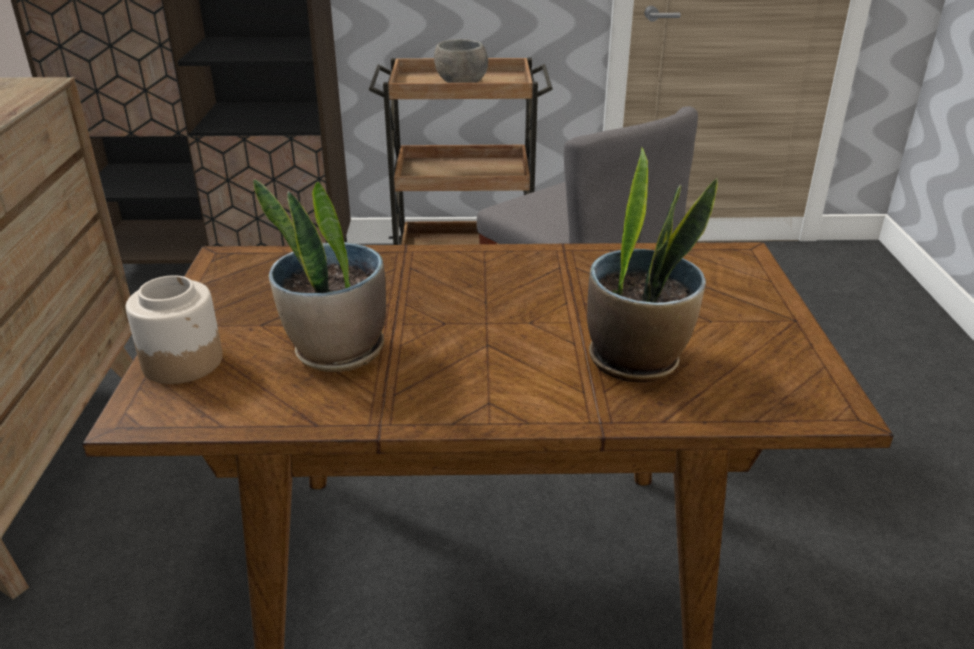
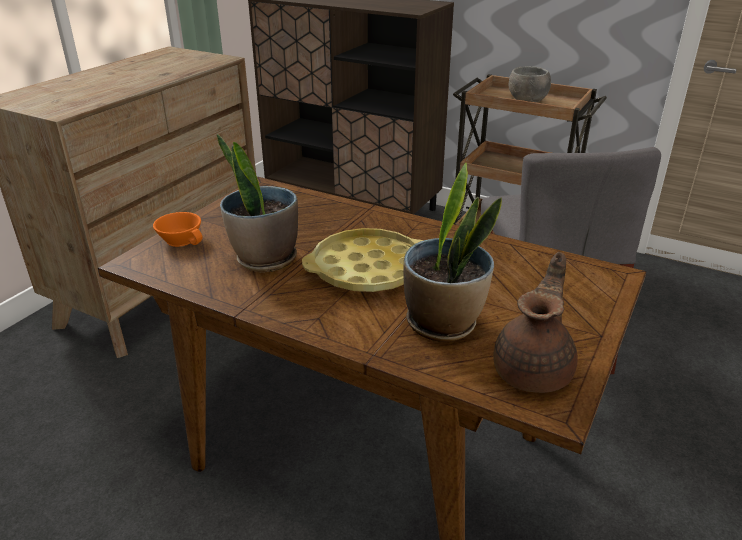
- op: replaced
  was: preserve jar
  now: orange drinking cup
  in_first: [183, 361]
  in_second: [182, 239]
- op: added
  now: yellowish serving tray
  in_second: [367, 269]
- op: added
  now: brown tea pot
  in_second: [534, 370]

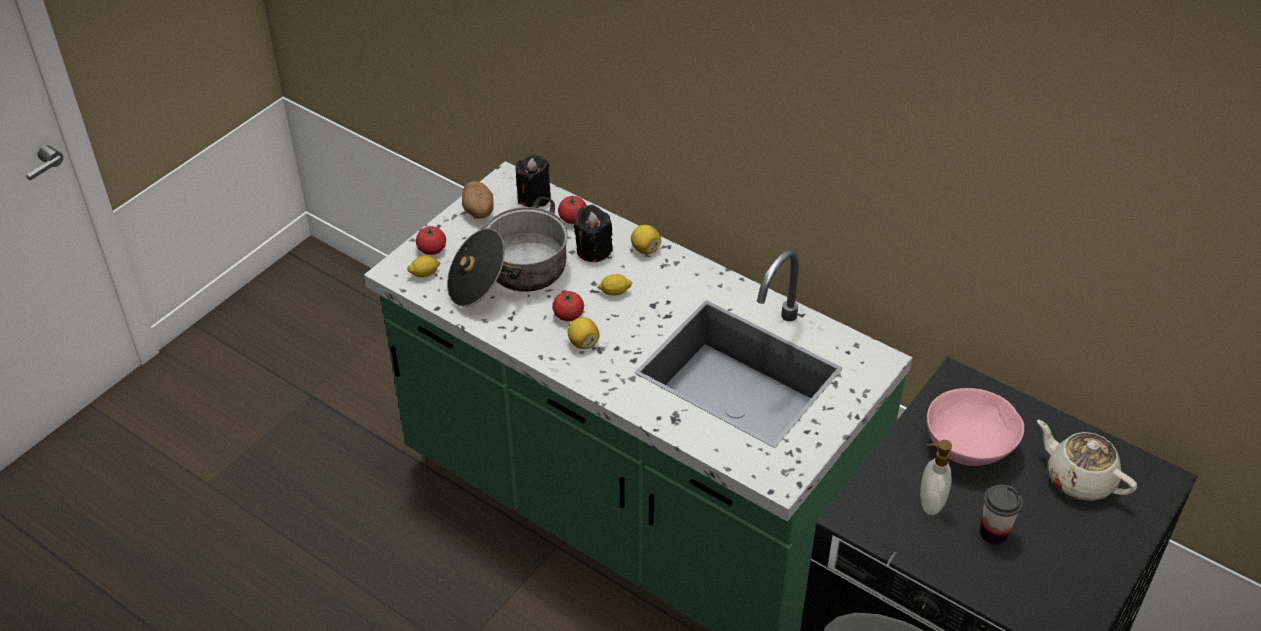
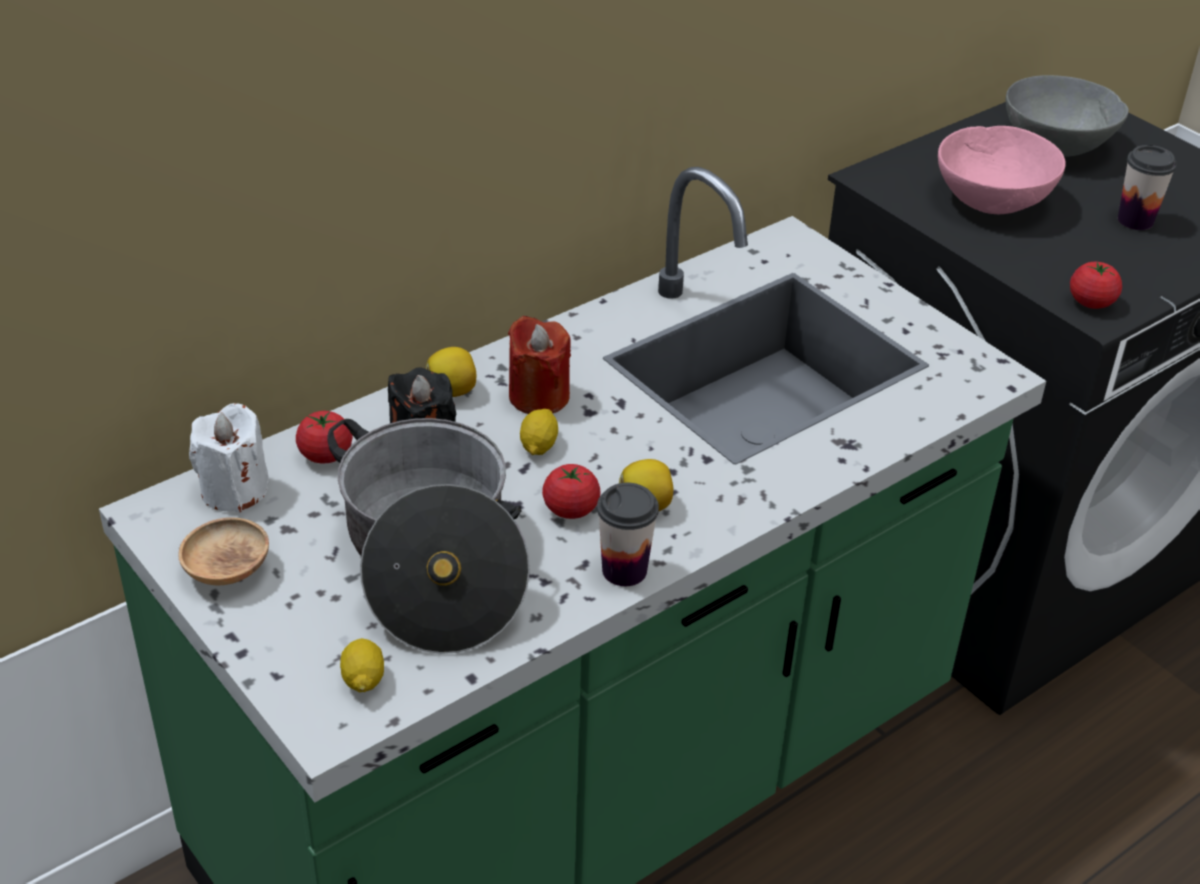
- op: replaced
  was: potato
  now: brown bowl
  in_first: [479, 212]
  in_second: [227, 570]
- op: recoloured
  was: blackish candle
  now: whitish candle
  in_first: [534, 197]
  in_second: [234, 490]
- op: added
  now: red candle
  in_second: [539, 396]
- op: added
  now: drinking cup
  in_second: [624, 570]
- op: replaced
  was: sand-coloured tea pot
  now: gray bowl
  in_first: [1079, 478]
  in_second: [1056, 145]
- op: moved
  was: whole tomato
  in_first: [432, 249]
  in_second: [1091, 302]
- op: removed
  was: liquid soap bottle
  in_first: [929, 502]

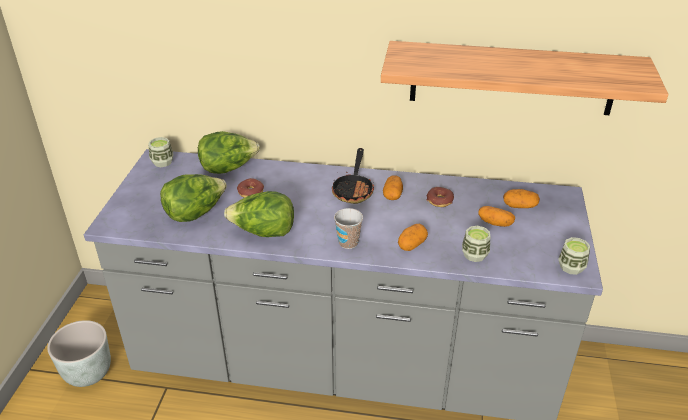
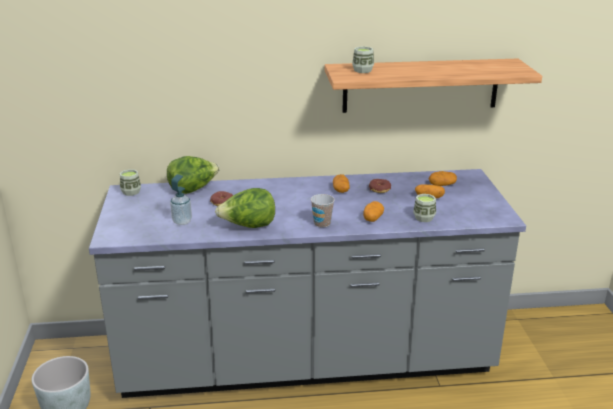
- op: replaced
  was: head of lettuce
  now: liquid soap bottle
  in_first: [195, 213]
  in_second: [182, 221]
- op: moved
  was: drinking cup
  in_first: [571, 267]
  in_second: [362, 70]
- op: removed
  was: frying pan
  in_first: [354, 189]

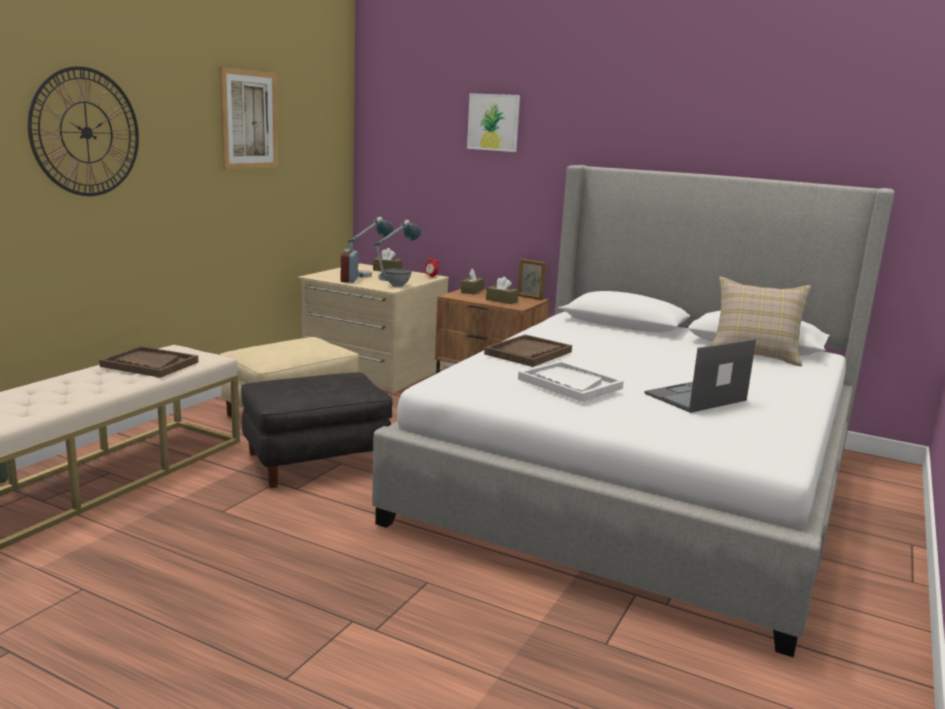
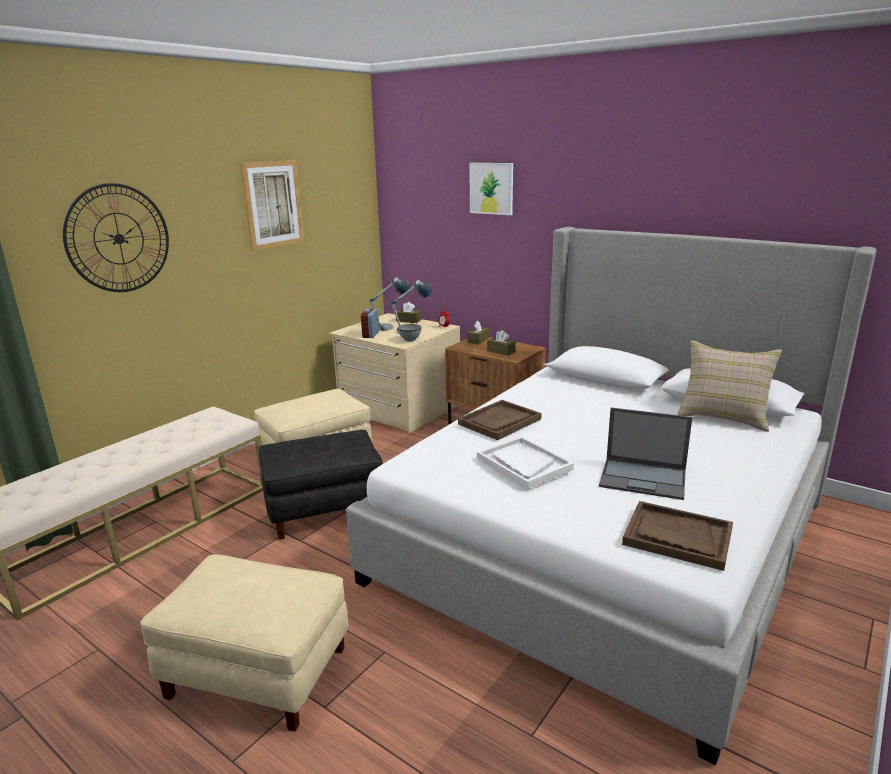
- op: added
  now: sand-coloured footrest
  in_second: [256, 673]
- op: turned
  was: portable computer
  in_first: [695, 397]
  in_second: [644, 479]
  clockwise: -135
- op: moved
  was: brown serving tray
  in_first: [149, 364]
  in_second: [677, 537]
- op: removed
  was: photo frame
  in_first: [530, 297]

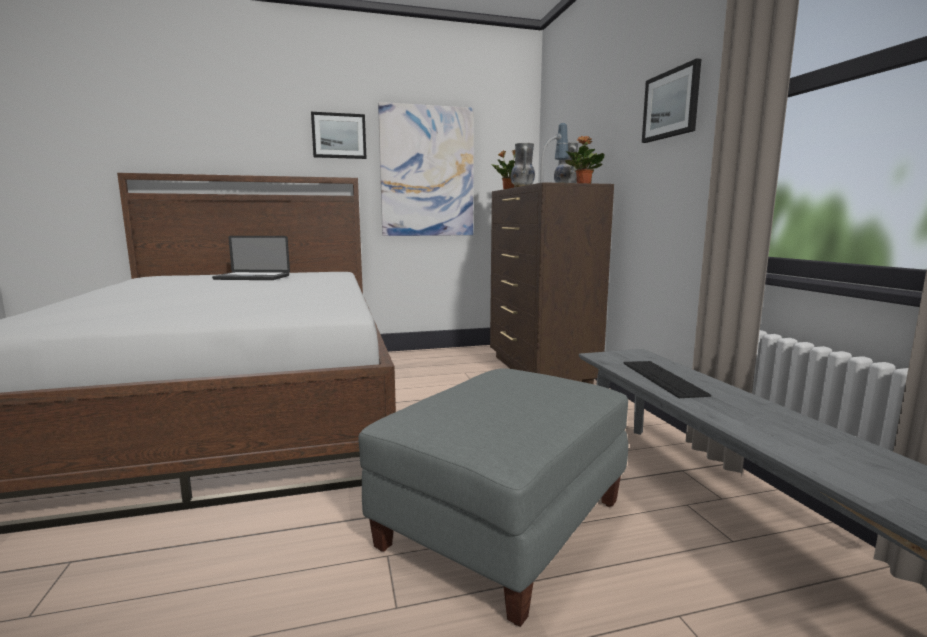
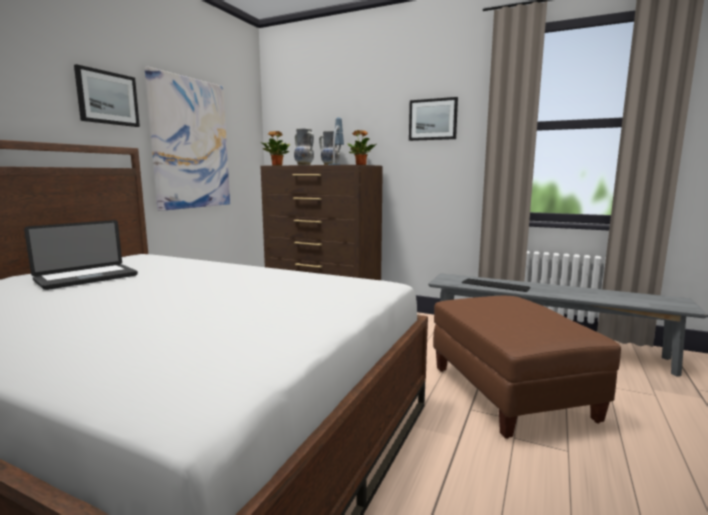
- op: recoloured
  was: gray footrest
  now: brown footrest
  in_first: [504, 525]
  in_second: [510, 393]

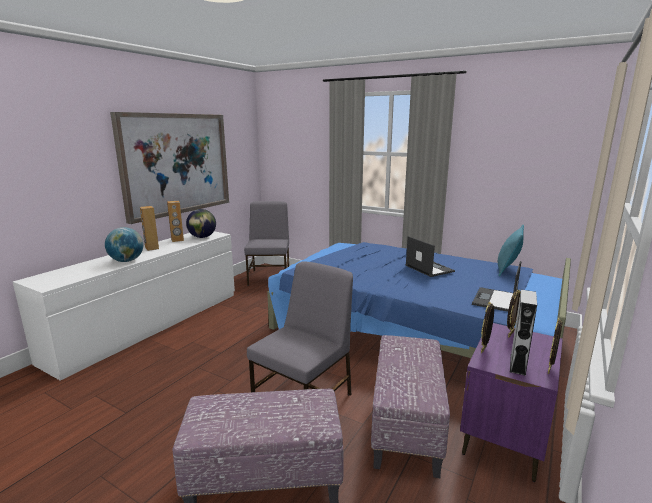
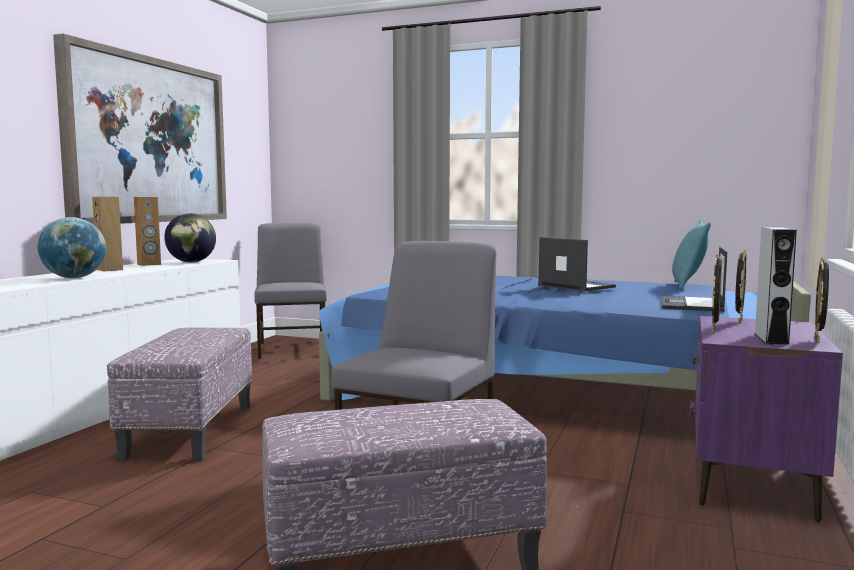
- op: moved
  was: footrest
  in_first: [407, 426]
  in_second: [191, 431]

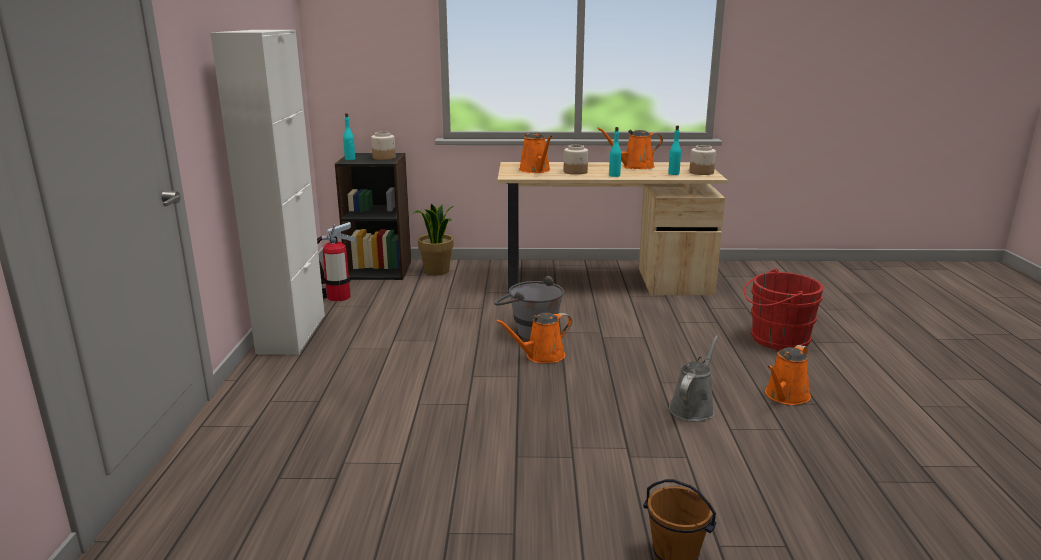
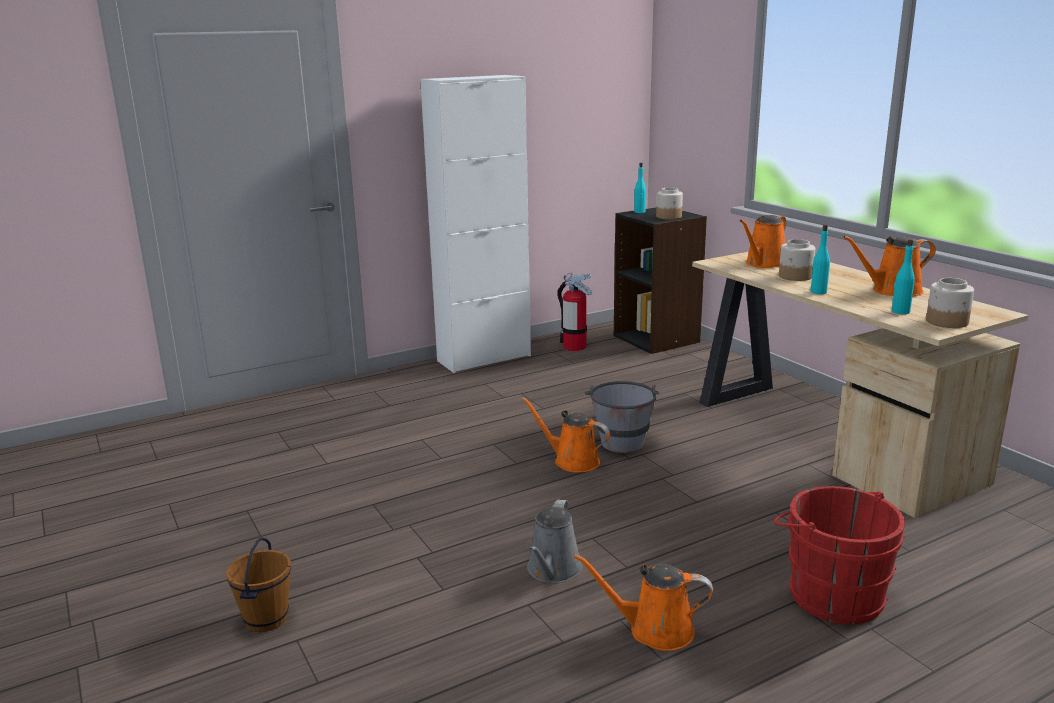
- op: turned
  was: gray sprinkling can
  in_first: [693, 408]
  in_second: [553, 571]
  clockwise: 105
- op: turned
  was: orange sprinkling can
  in_first: [635, 166]
  in_second: [892, 291]
  clockwise: -60
- op: removed
  was: houseplant
  in_first: [437, 271]

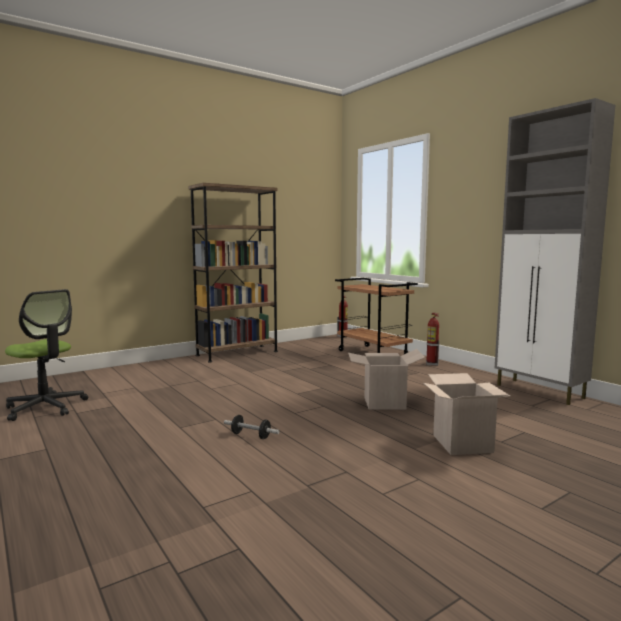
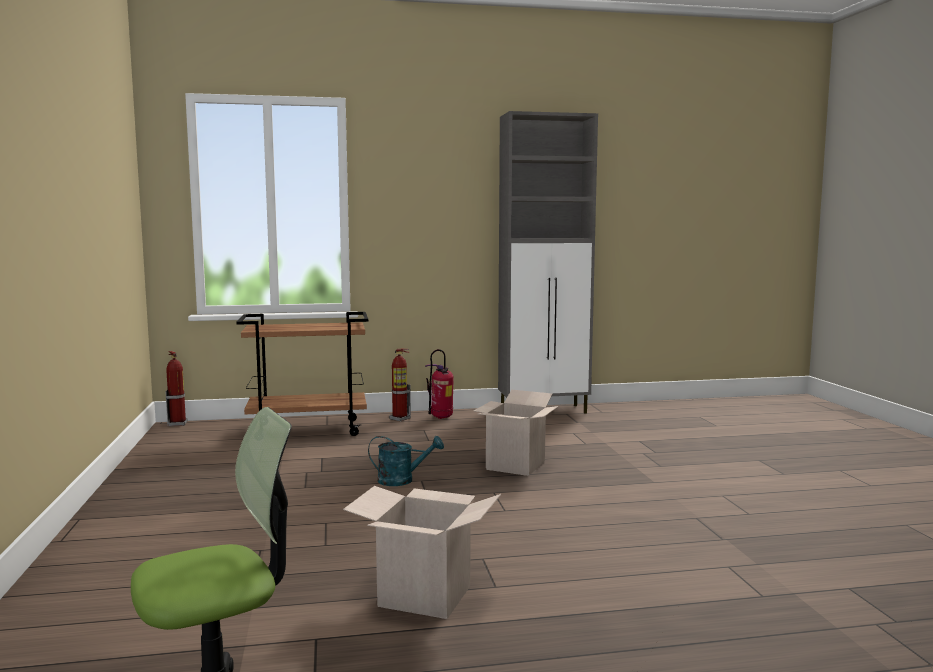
- op: moved
  was: cardboard box
  in_first: [462, 444]
  in_second: [424, 596]
- op: added
  now: turquoise sprinkling can
  in_second: [402, 480]
- op: added
  now: extinguisher
  in_second: [441, 418]
- op: removed
  was: brown bookshelf
  in_first: [237, 353]
- op: removed
  was: dumbbell
  in_first: [251, 435]

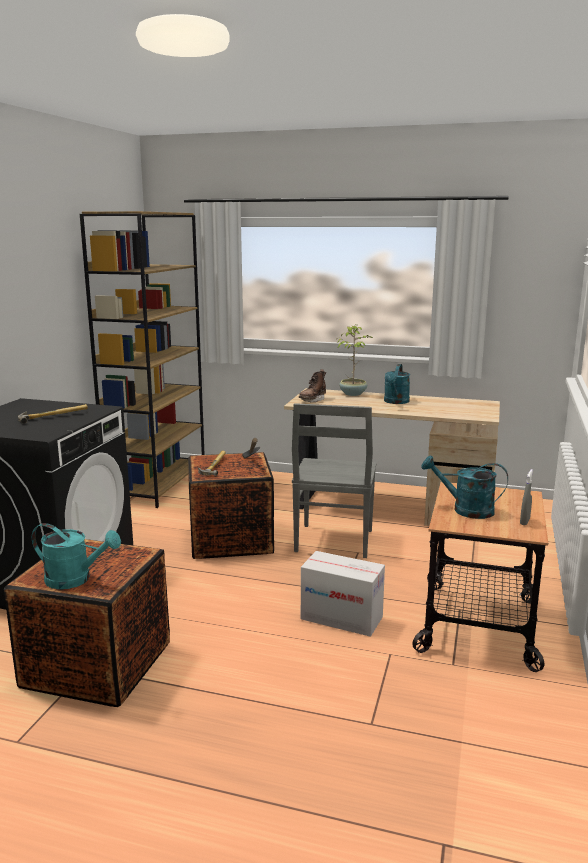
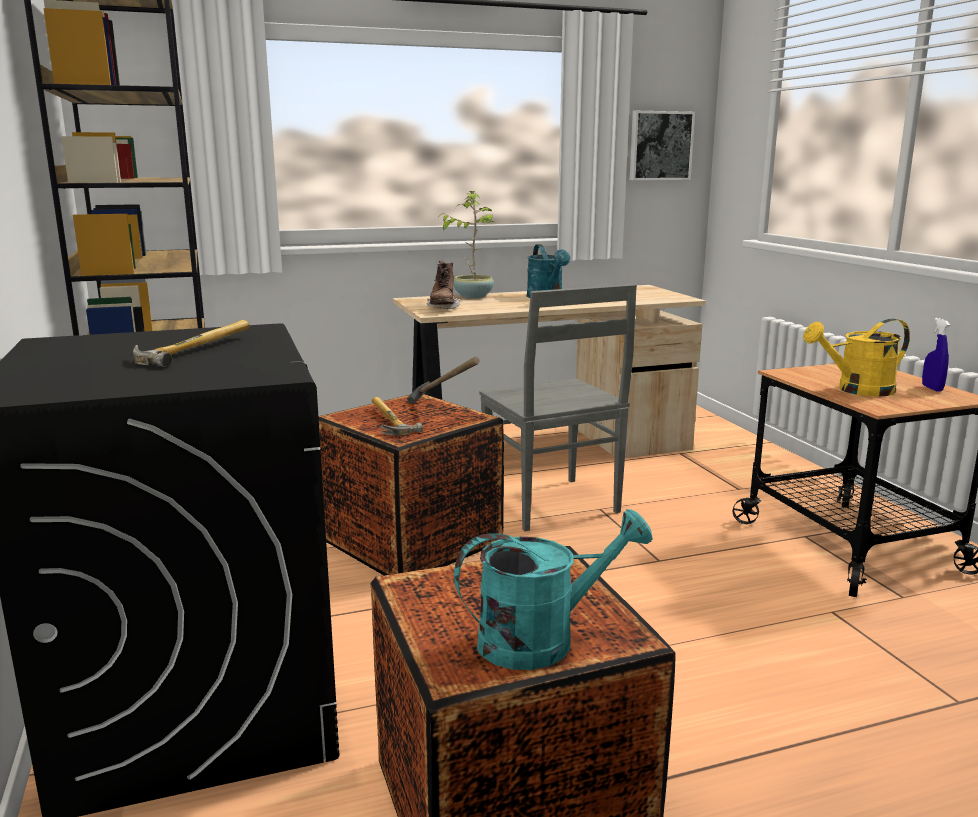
- op: added
  now: wall art
  in_second: [660, 146]
- op: recoloured
  was: turquoise sprinkling can
  now: yellowish sprinkling can
  in_first: [465, 510]
  in_second: [857, 390]
- op: recoloured
  was: gray hand sprayer
  now: bluish hand sprayer
  in_first: [524, 522]
  in_second: [932, 388]
- op: removed
  was: cardboard box
  in_first: [342, 618]

